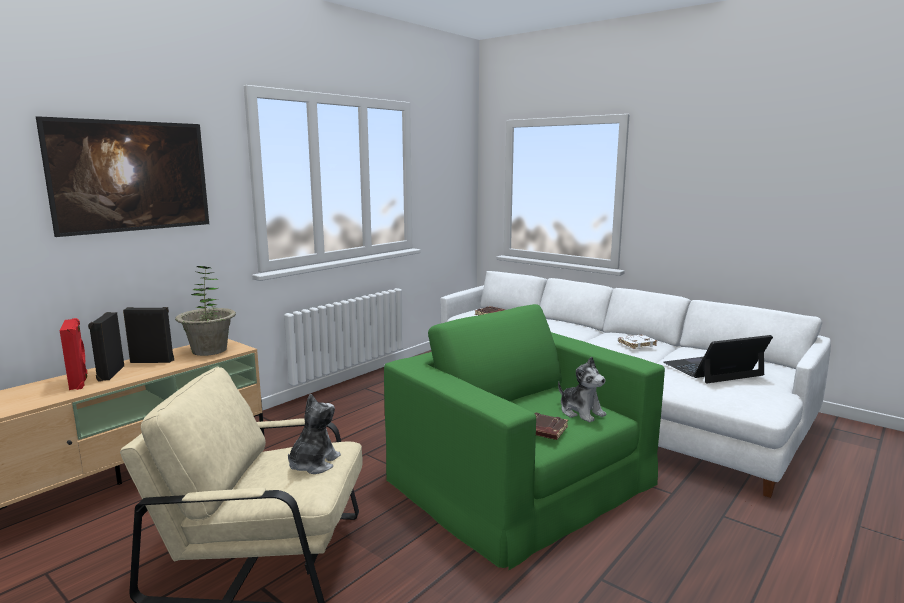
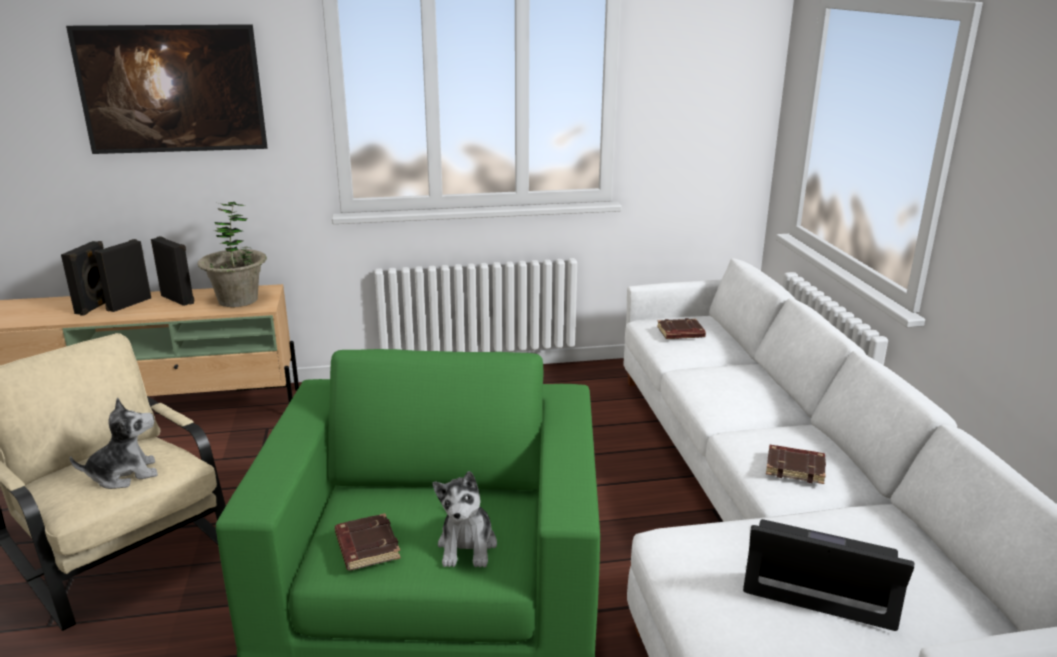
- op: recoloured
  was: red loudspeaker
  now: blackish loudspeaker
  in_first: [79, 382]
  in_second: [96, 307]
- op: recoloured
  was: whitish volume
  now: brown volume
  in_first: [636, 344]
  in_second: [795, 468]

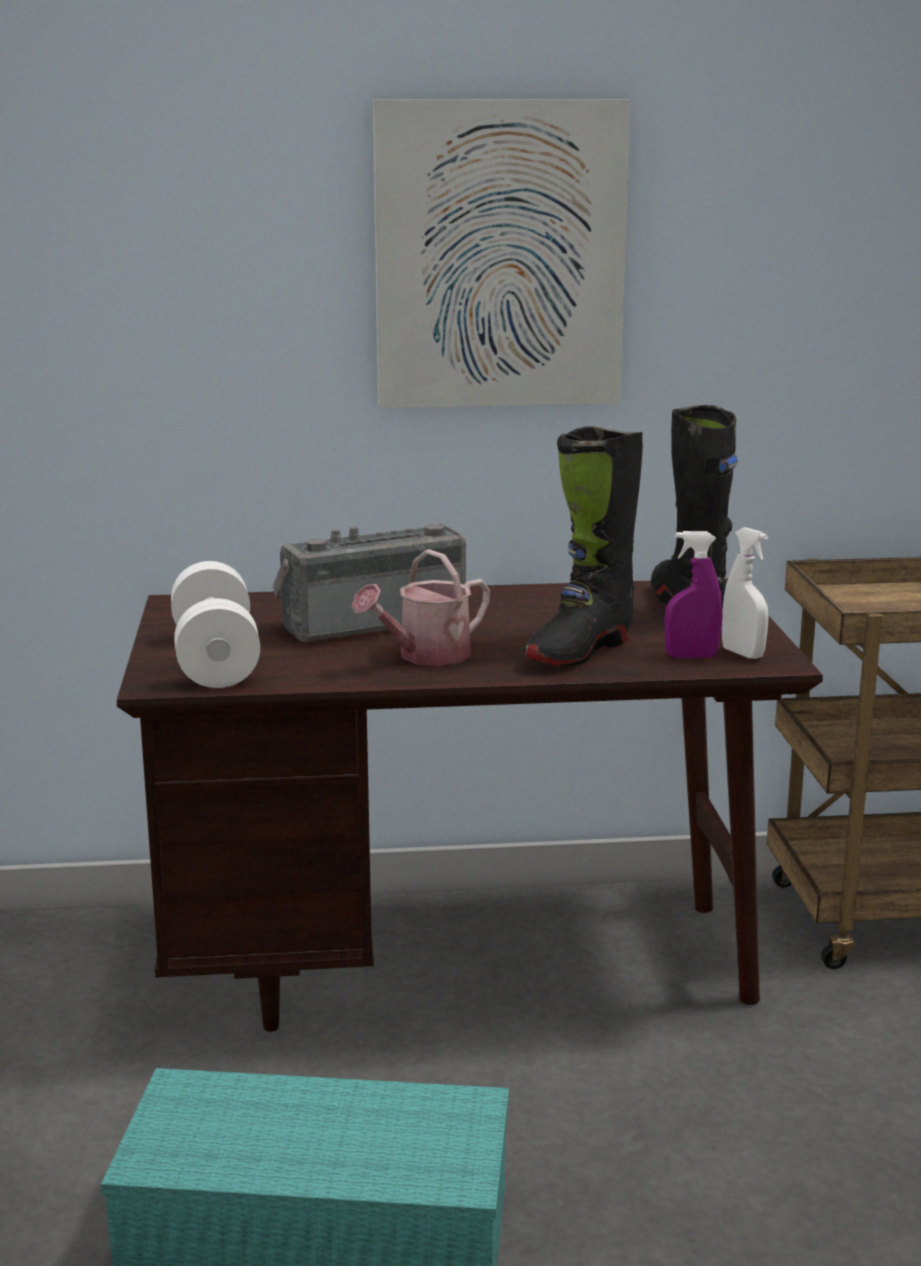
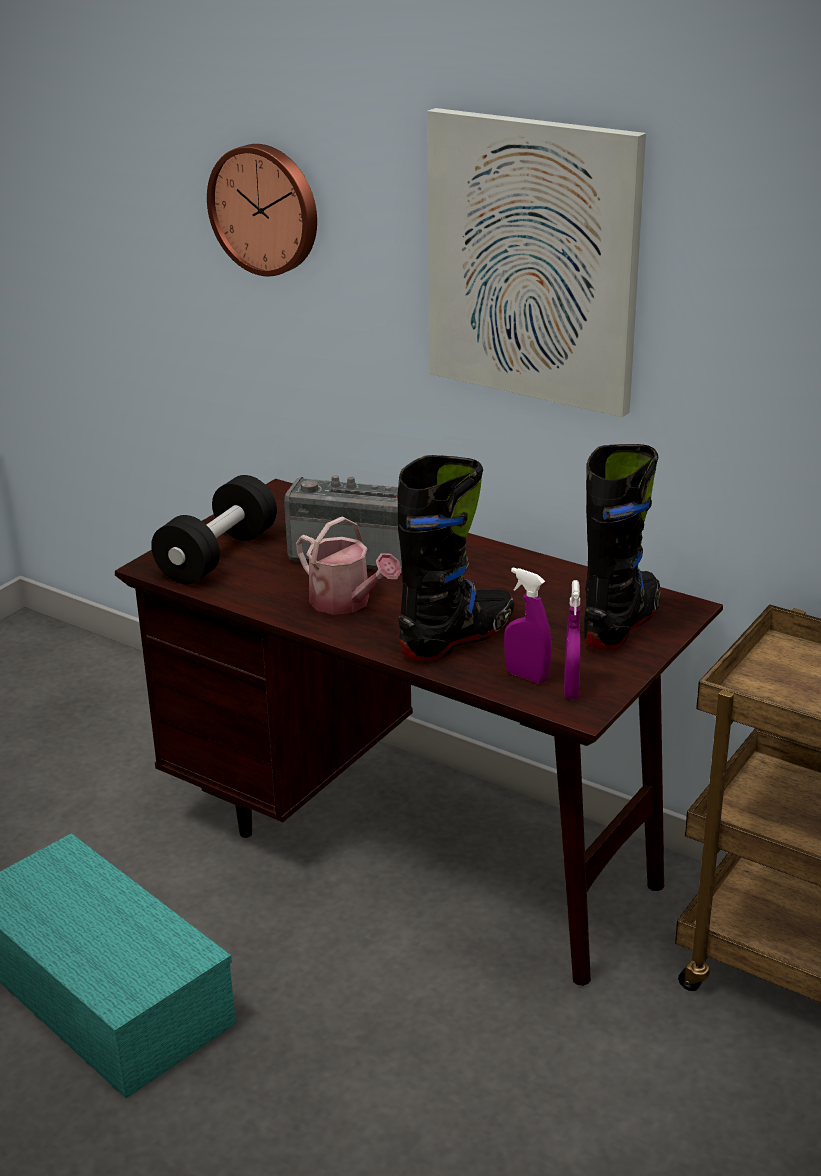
- op: recoloured
  was: whitish dumbbell
  now: blackish dumbbell
  in_first: [215, 659]
  in_second: [218, 556]
- op: added
  now: hanging clock
  in_second: [266, 209]
- op: turned
  was: sprinkling can
  in_first: [426, 656]
  in_second: [346, 603]
  clockwise: -135
- op: turned
  was: blackish tall boot
  in_first: [580, 650]
  in_second: [458, 638]
  clockwise: 150
- op: recoloured
  was: whitish hand sprayer
  now: purplish hand sprayer
  in_first: [742, 654]
  in_second: [571, 689]

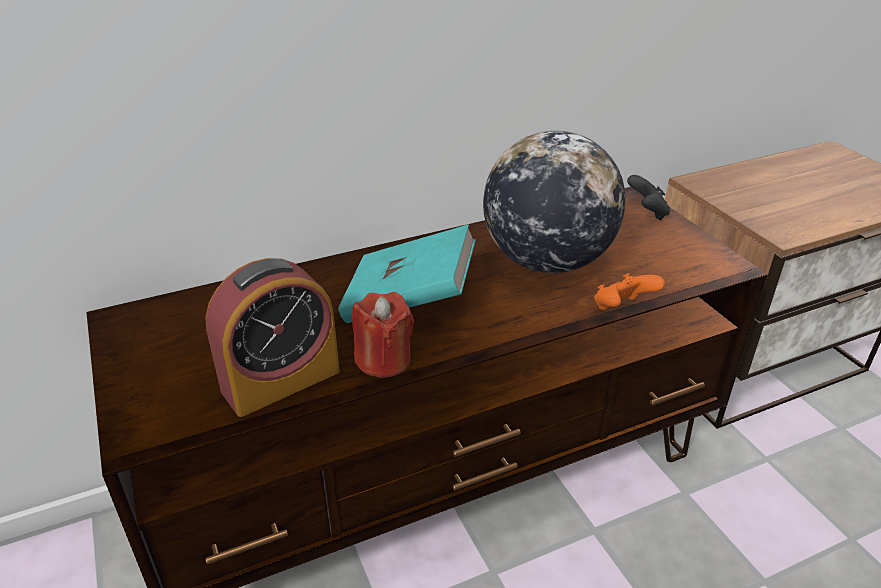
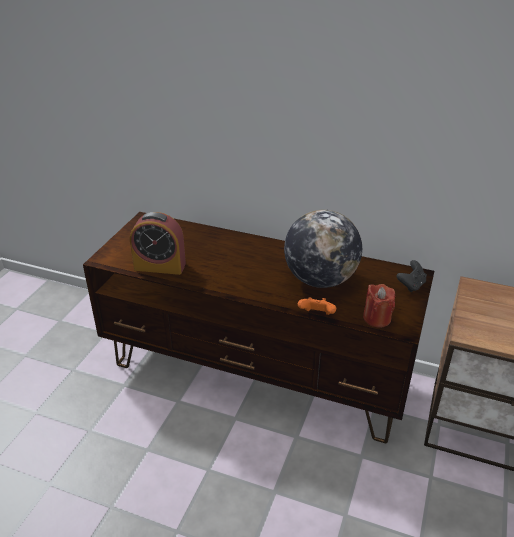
- op: moved
  was: red candle
  in_first: [383, 360]
  in_second: [377, 318]
- op: removed
  was: turquoise volume
  in_first: [409, 302]

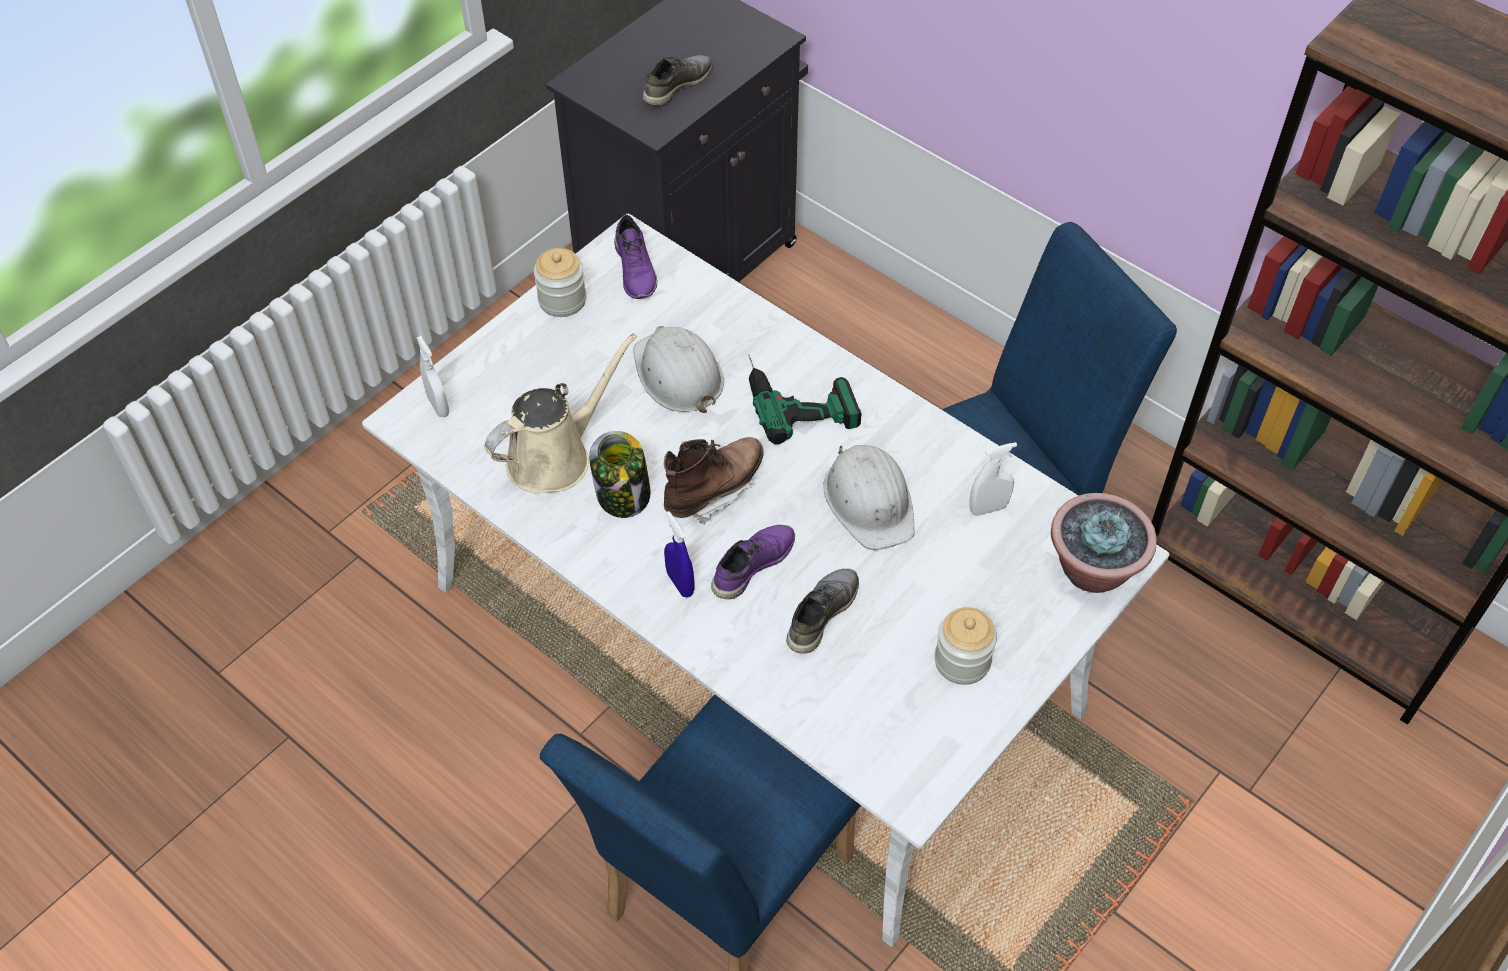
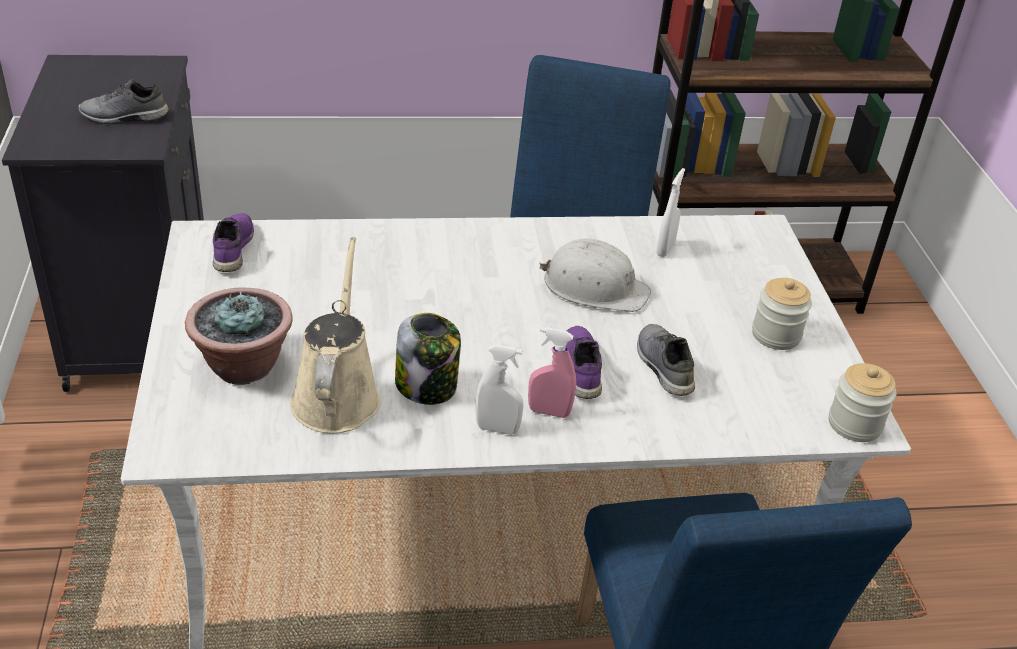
- op: turned
  was: gray low shoe
  in_first: [676, 85]
  in_second: [124, 117]
  clockwise: -90
- op: moved
  was: houseplant
  in_first: [1093, 569]
  in_second: [243, 366]
- op: turned
  was: purplish low shoe
  in_first: [636, 270]
  in_second: [231, 249]
  clockwise: -120
- op: moved
  was: whitish hand sprayer
  in_first: [438, 406]
  in_second: [497, 429]
- op: recoloured
  was: bluish hand sprayer
  now: pink hand sprayer
  in_first: [680, 583]
  in_second: [549, 412]
- op: moved
  was: preserve jar
  in_first: [562, 300]
  in_second: [854, 424]
- op: removed
  was: whitish safety helmet
  in_first: [678, 374]
- op: removed
  was: brown tall boot
  in_first: [714, 490]
- op: removed
  was: power drill
  in_first: [797, 396]

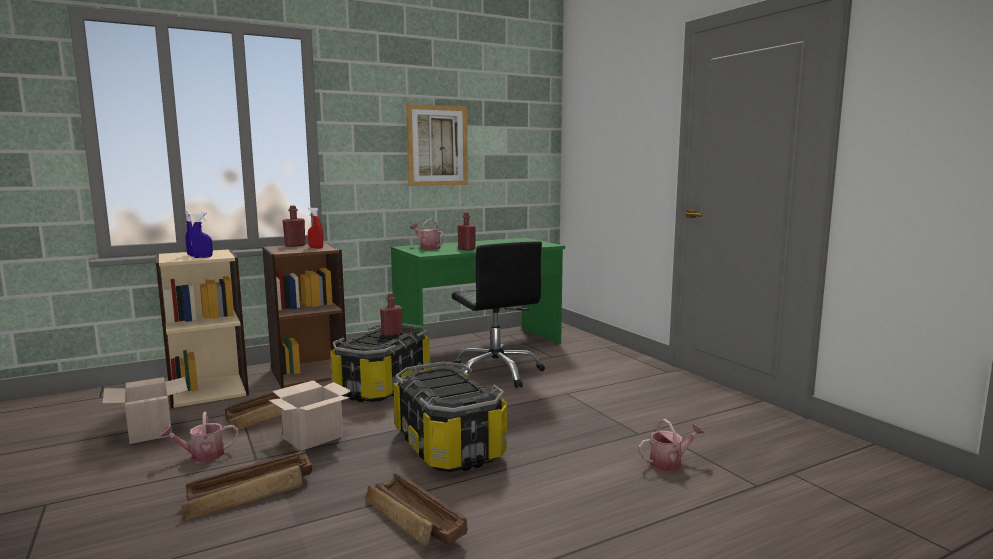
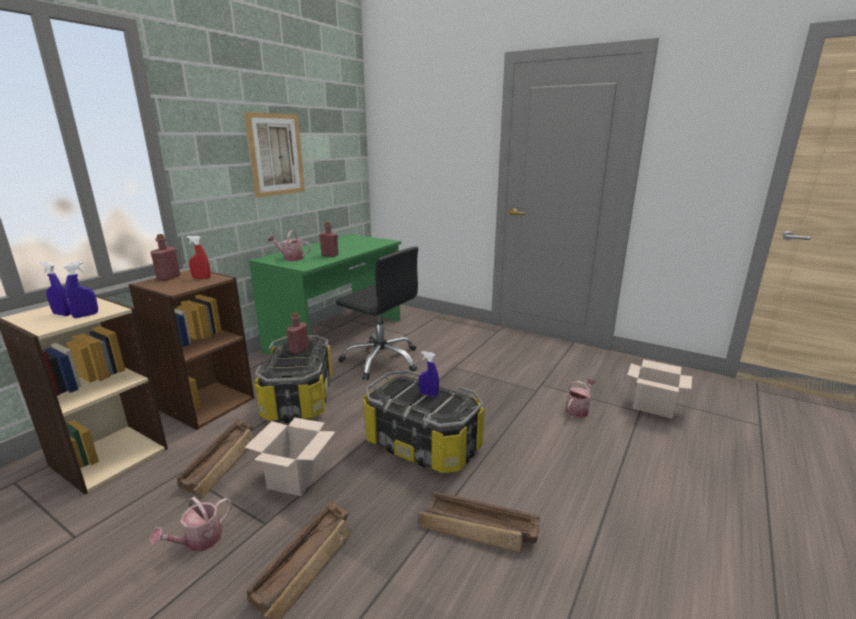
- op: added
  now: bluish hand sprayer
  in_second: [428, 394]
- op: moved
  was: cardboard box
  in_first: [151, 431]
  in_second: [654, 406]

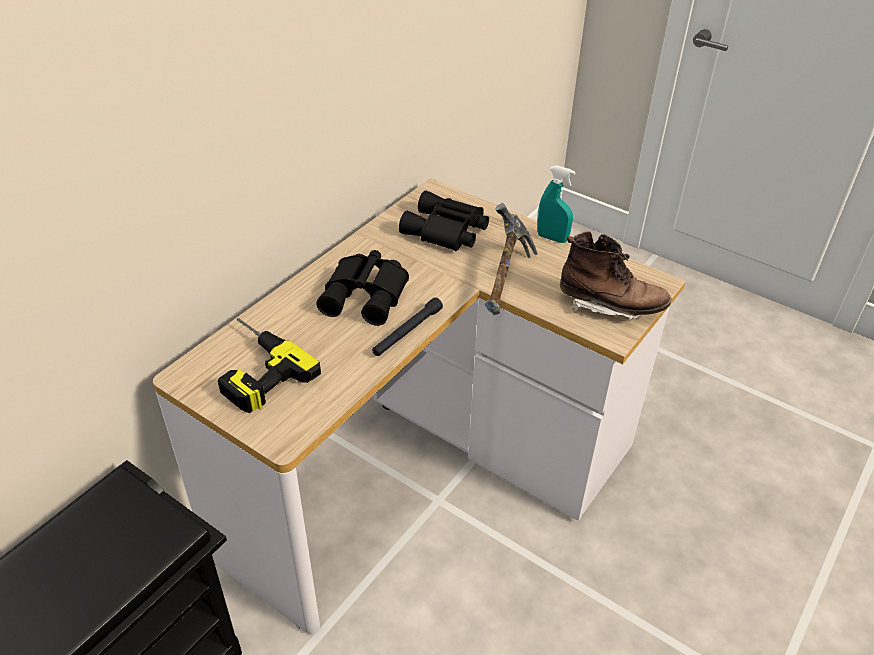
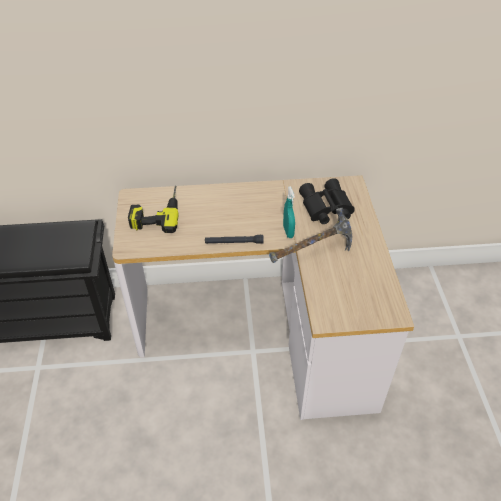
- op: moved
  was: turquoise hand sprayer
  in_first: [552, 238]
  in_second: [288, 231]
- op: removed
  was: blackish field glasses
  in_first: [367, 295]
- op: removed
  was: brown tall boot
  in_first: [610, 306]

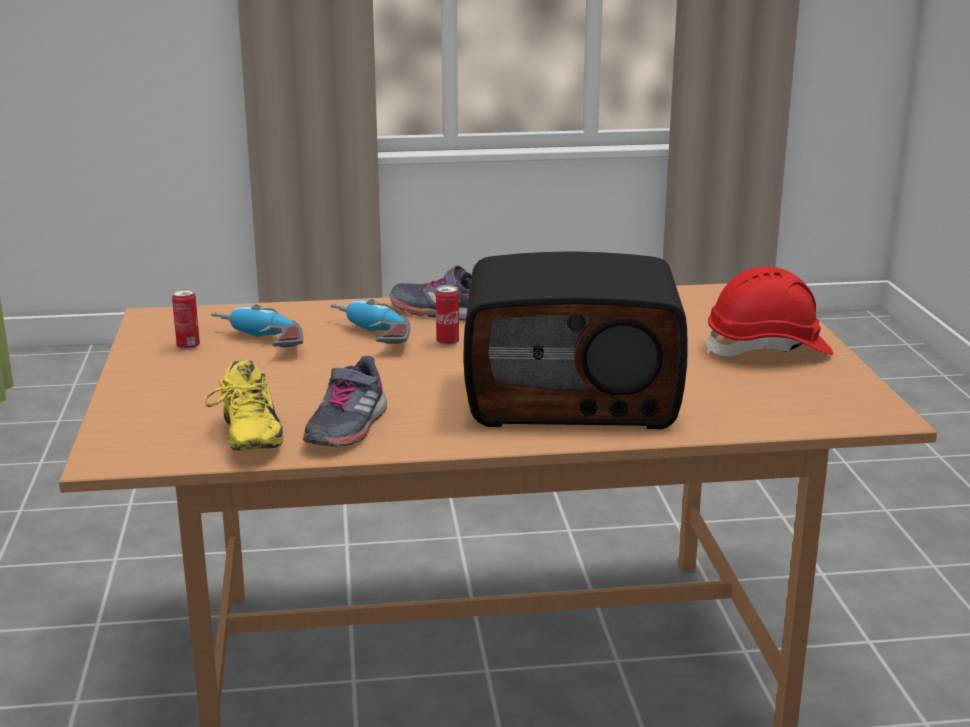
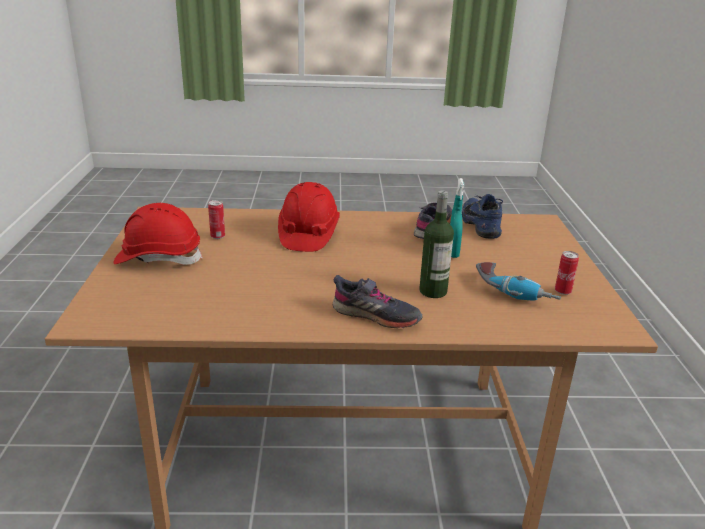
- op: moved
  was: sealed can
  in_first: [447, 342]
  in_second: [217, 236]
- op: replaced
  was: radio
  now: red safety helmet
  in_first: [572, 397]
  in_second: [308, 235]
- op: replaced
  was: power drill
  now: beverage bottle
  in_first: [369, 337]
  in_second: [433, 291]
- op: added
  now: turquoise hand sprayer
  in_second: [453, 252]
- op: recoloured
  was: yellowish low shoe
  now: bluish low shoe
  in_first: [245, 437]
  in_second: [483, 226]

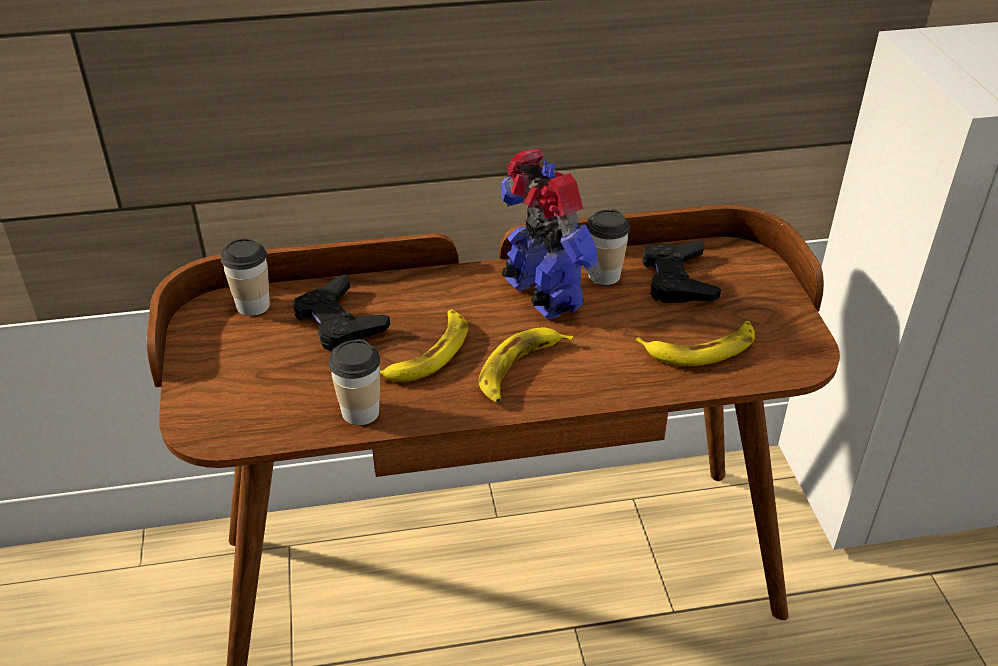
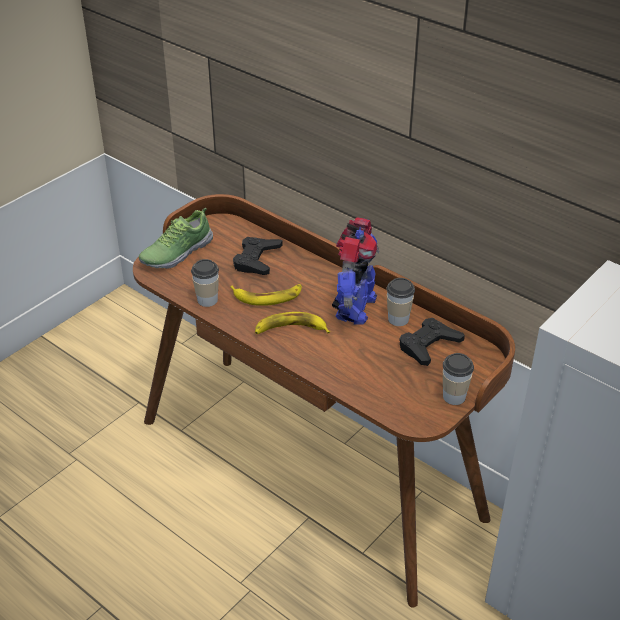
- op: added
  now: low shoe
  in_second: [176, 252]
- op: moved
  was: drinking cup
  in_first: [253, 305]
  in_second: [454, 396]
- op: removed
  was: whole banana
  in_first: [701, 348]

